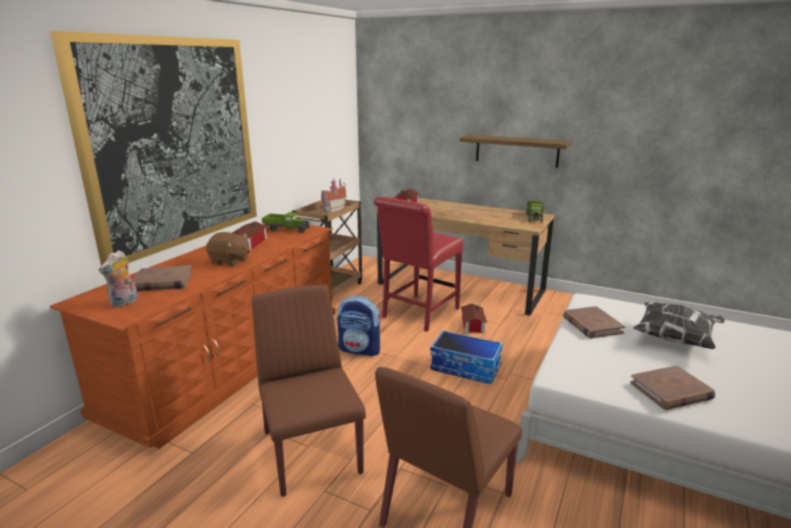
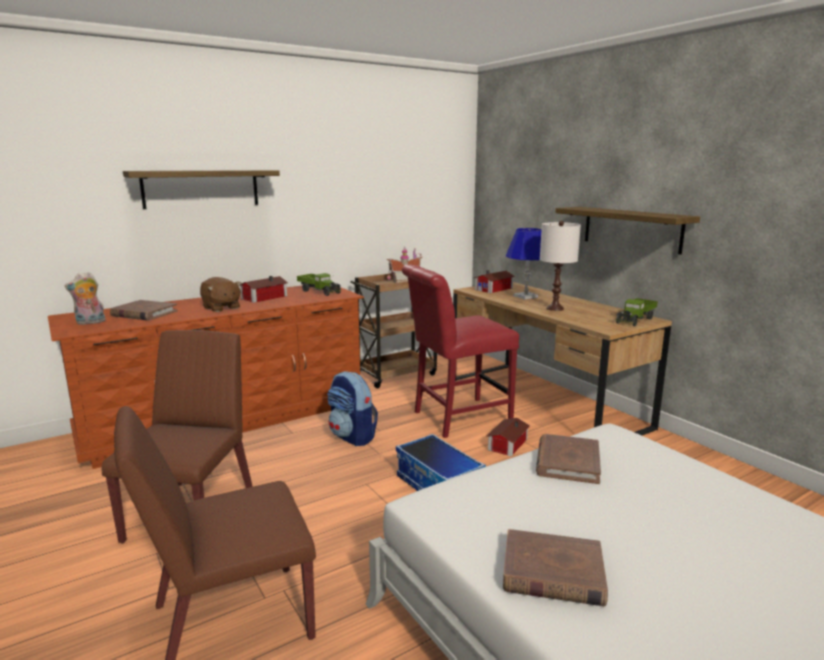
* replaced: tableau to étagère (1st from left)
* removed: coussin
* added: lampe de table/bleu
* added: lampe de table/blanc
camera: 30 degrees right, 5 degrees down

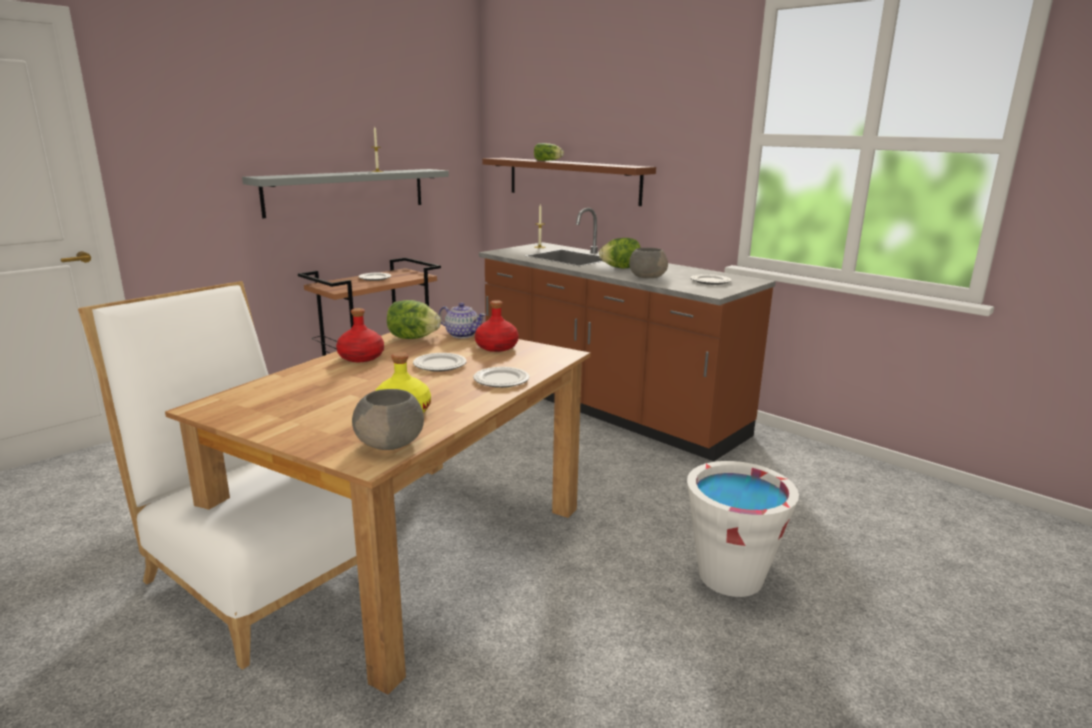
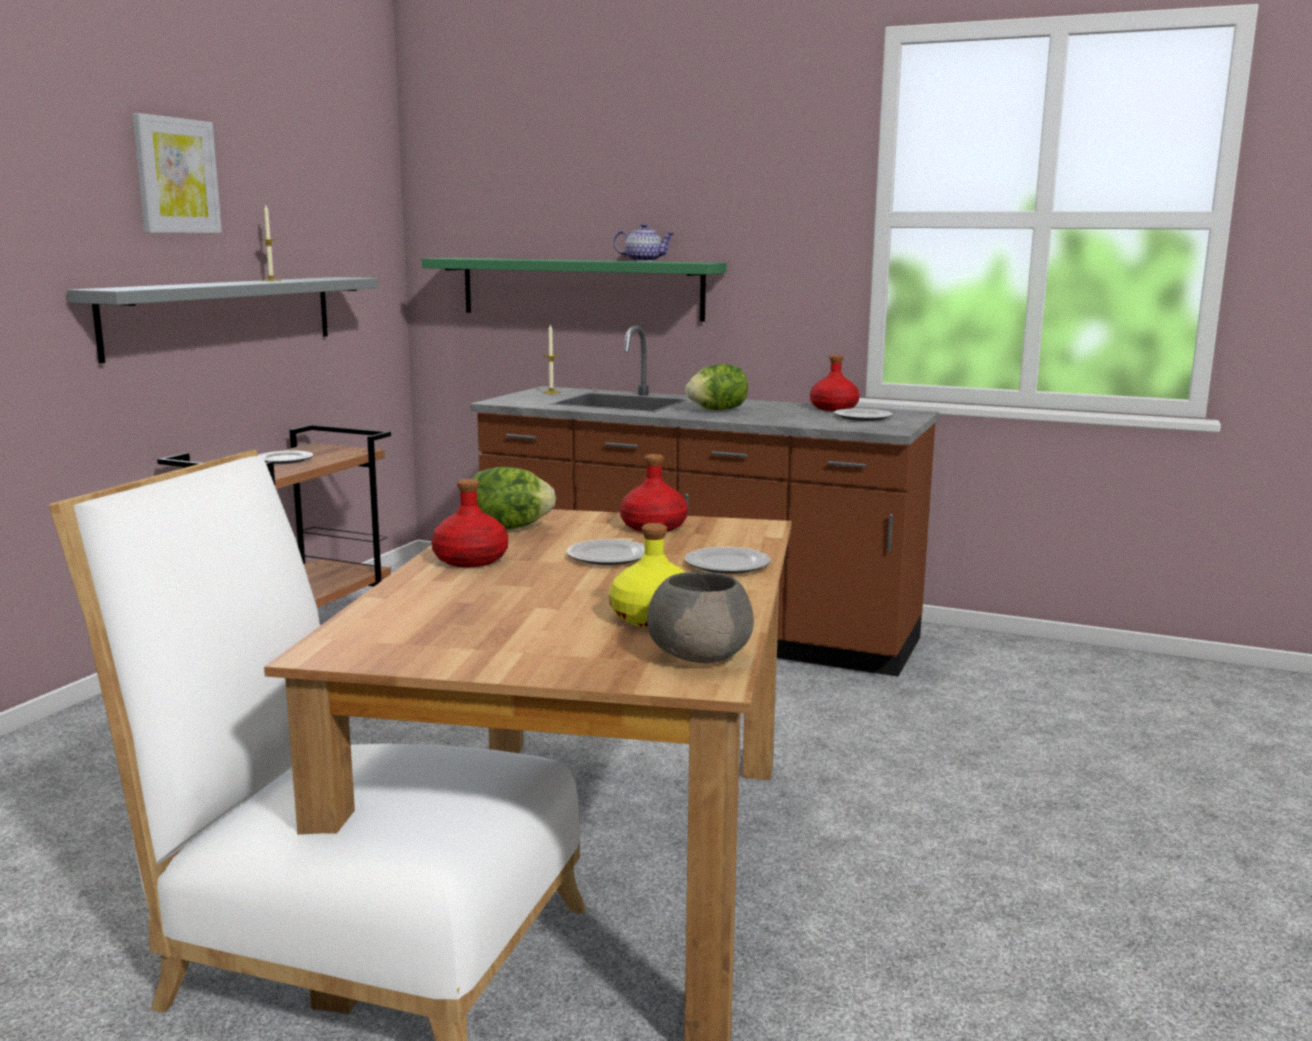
* moved: théière
* recoloured: étagère/marron to étagère/vert
* removed: laitue (2nd from left)
* removed: bol/gris (2nd from left)
* removed: seau/blanc
* added: tableau
* added: bouteille/rouge (3rd from left)
camera: 20 degrees left, 5 degrees down

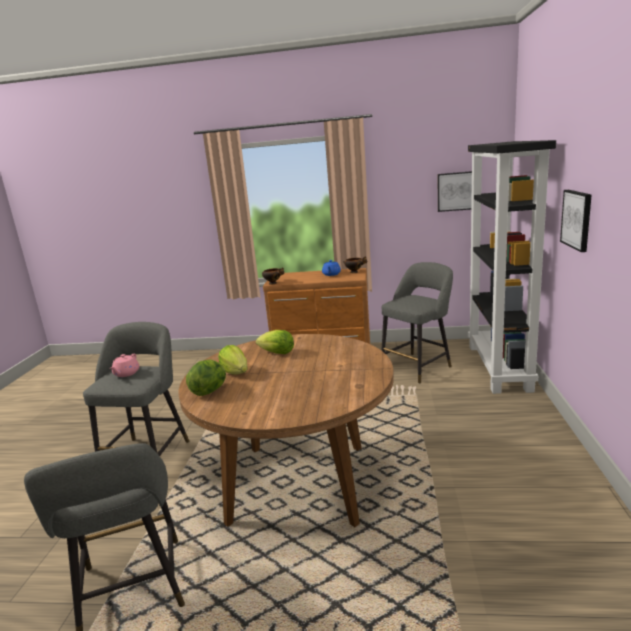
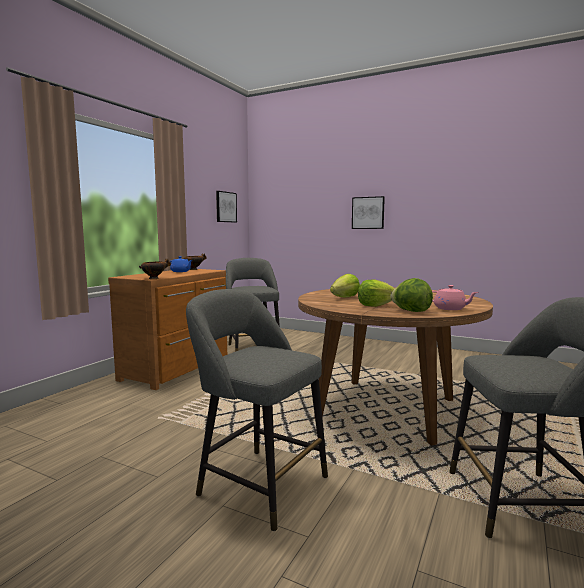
* moved: théière/rose
* removed: bibliothèque/noir
camera: 70 degrees left, 10 degrees down

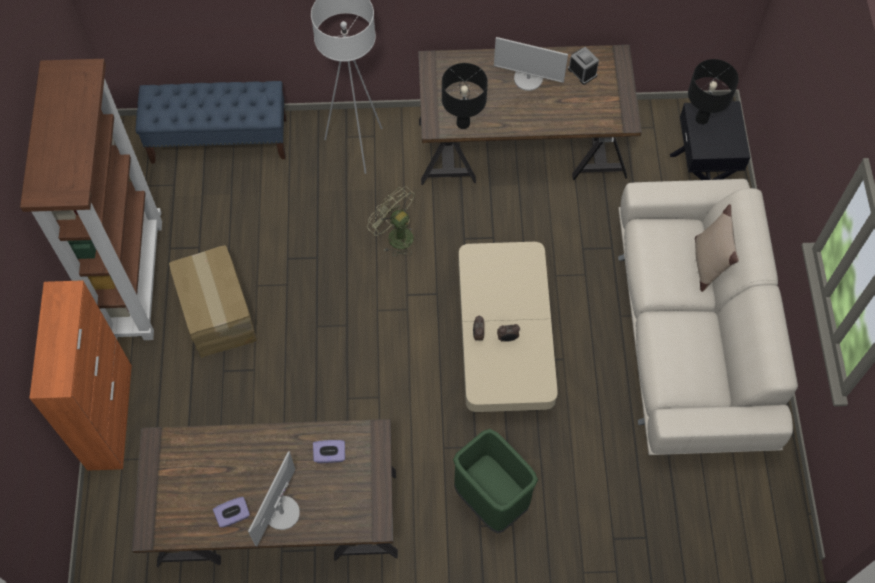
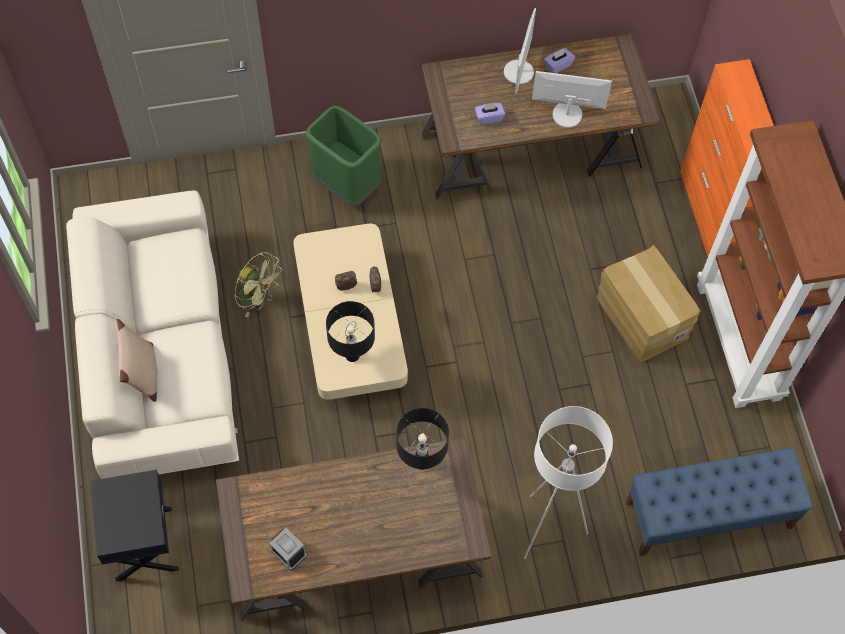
* moved: ventilateur/vert
* moved: écran d'ordinateur (2nd from left)
* moved: lampe de table/noir (2nd from left in the first image) to lampe de table/noir (1st from left)
camera: 170 degrees right, 0 degrees up

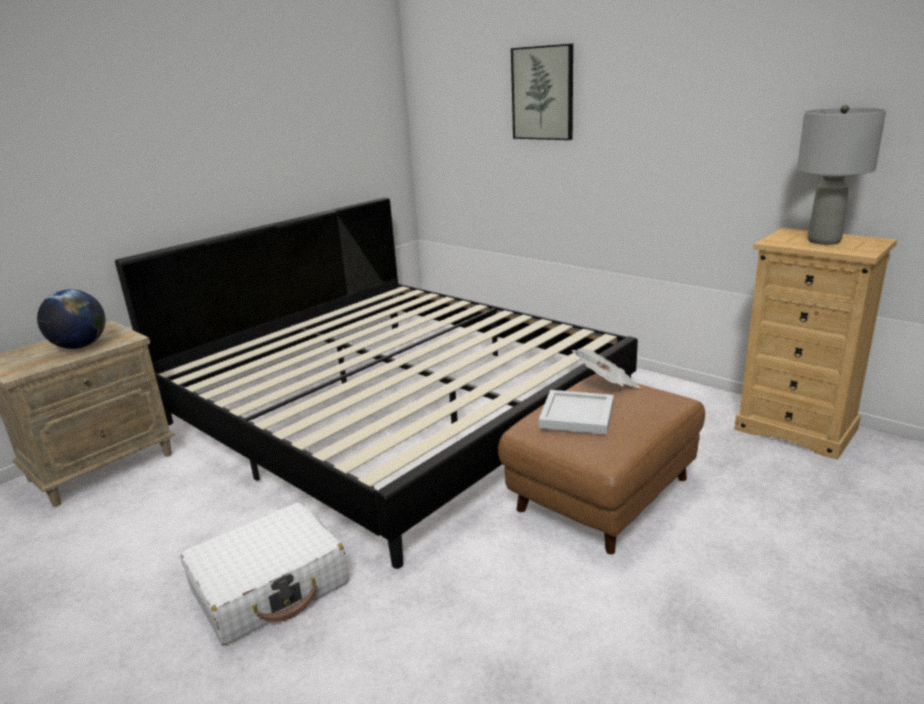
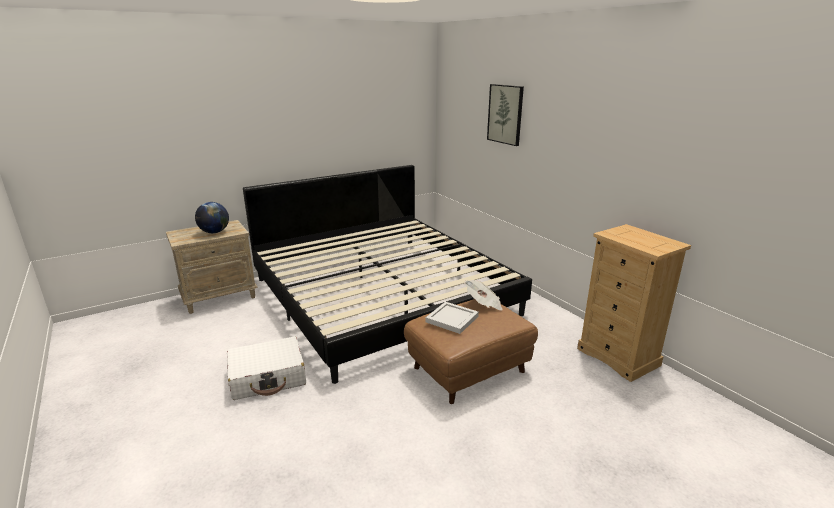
* removed: lampe de table/gris
camera: 15 degrees right, 0 degrees up

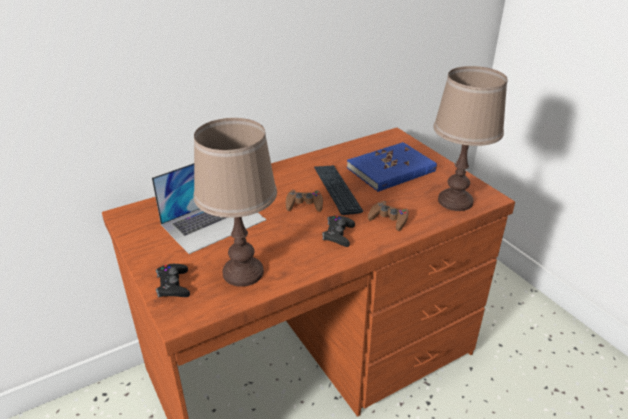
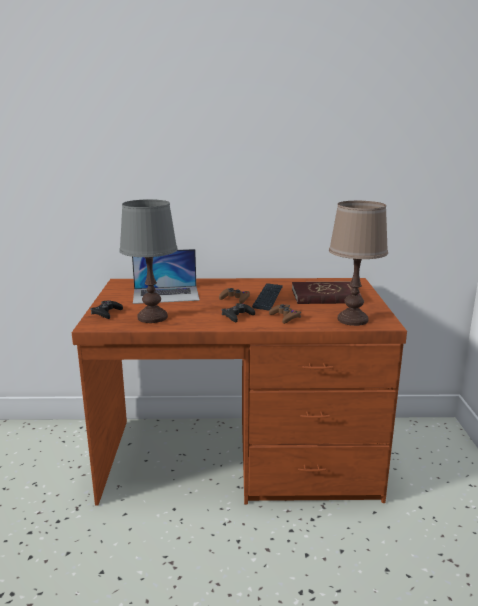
* recoloured: lampe de table/marron (1st from left) to lampe de table/gris
* recoloured: livre/bleu to livre/rouge
camera: 30 degrees right, 15 degrees down

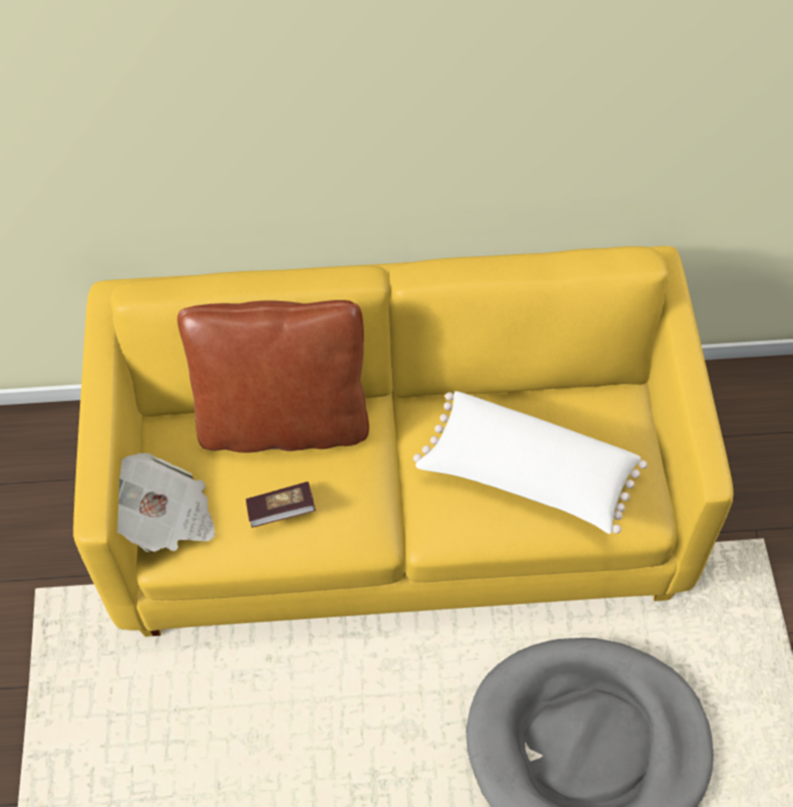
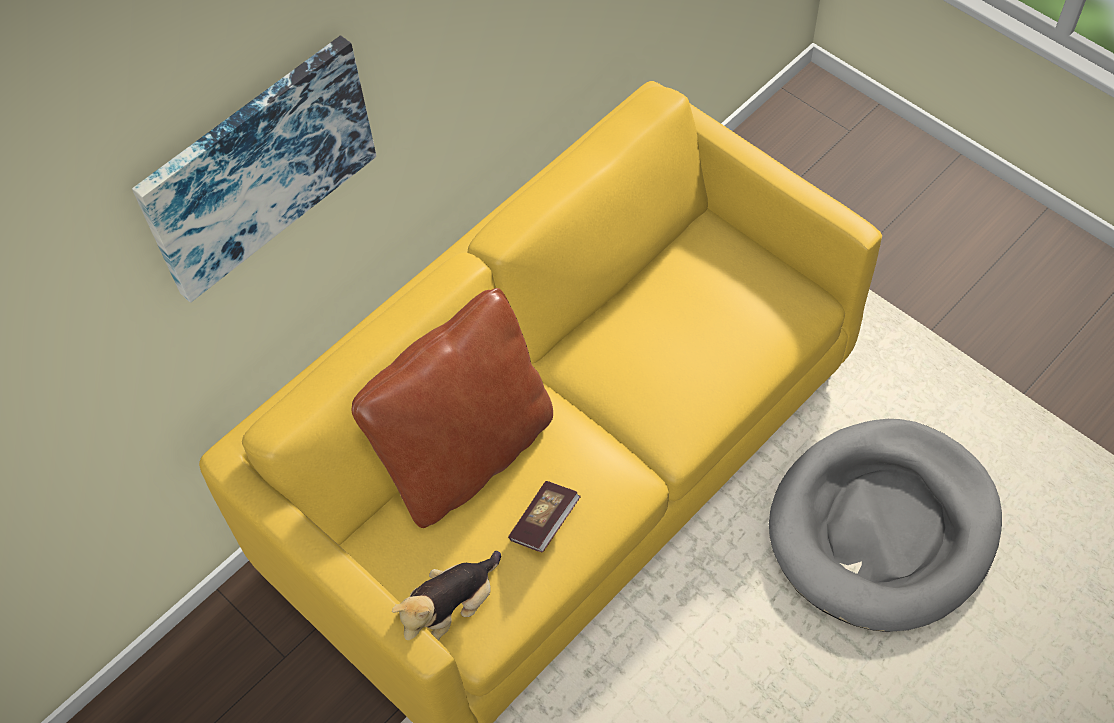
* replaced: journal to peluche
* removed: coussin/blanc
* added: tableau
camera: 40 degrees left, 0 degrees up

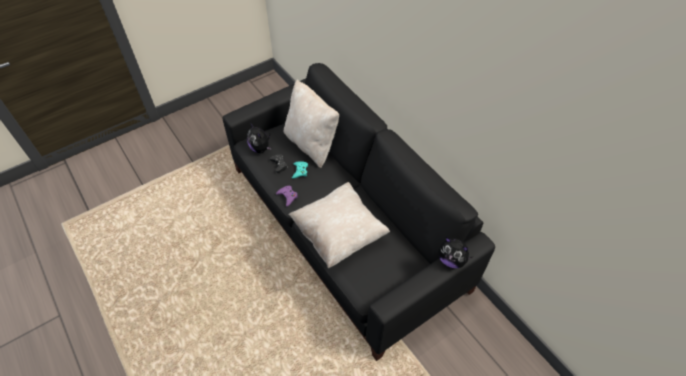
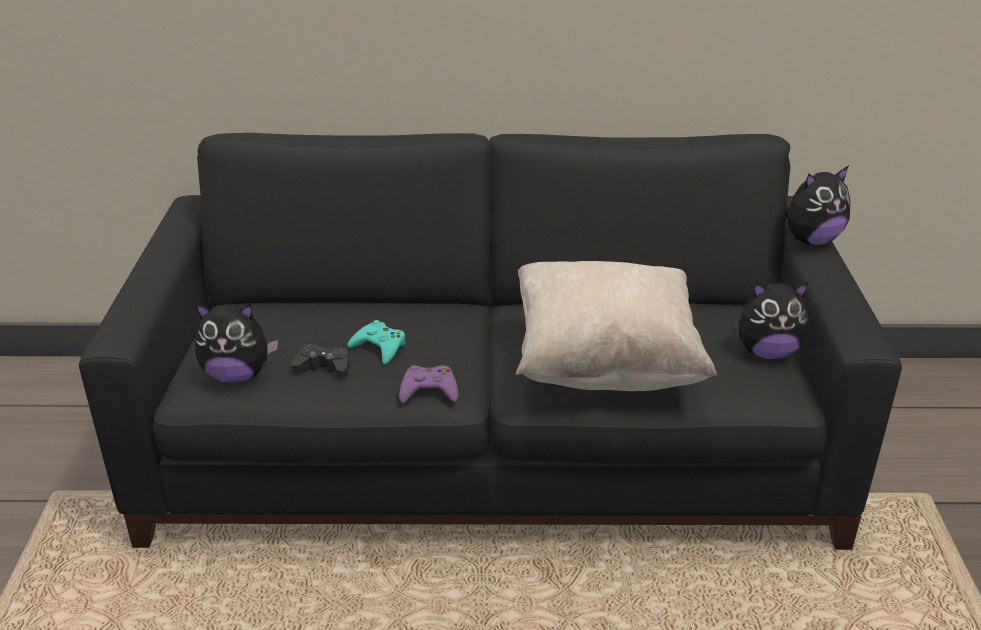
* removed: coussin/beige (1st from left)
* added: peluche (2nd from left)
camera: 55 degrees left, 20 degrees down

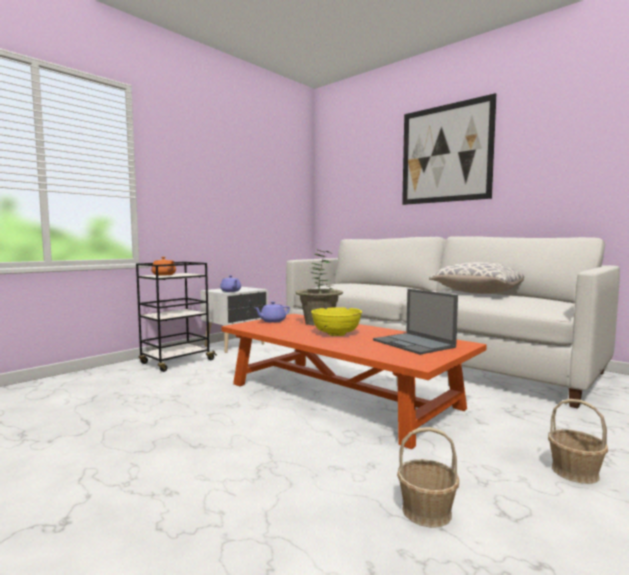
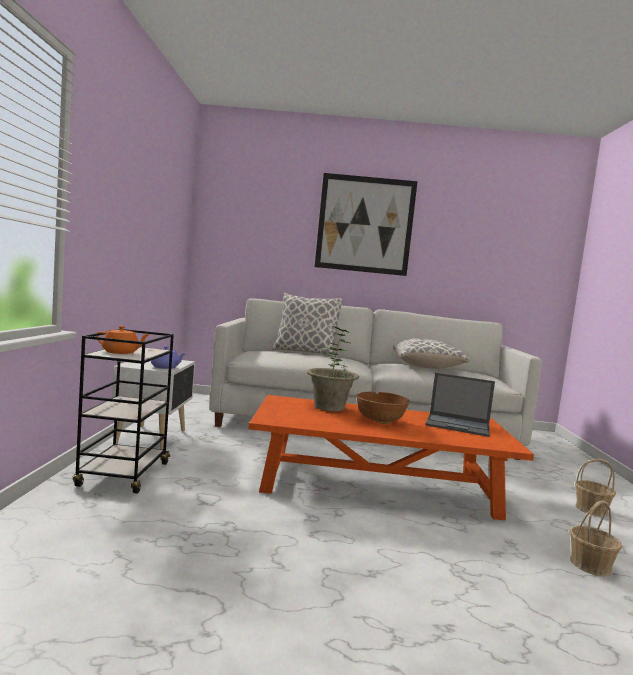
* removed: théière/violet (2nd from left)
* recoloured: bol/jaune to bol/marron
* added: coussin (1st from left)
camera: 40 degrees left, 0 degrees up

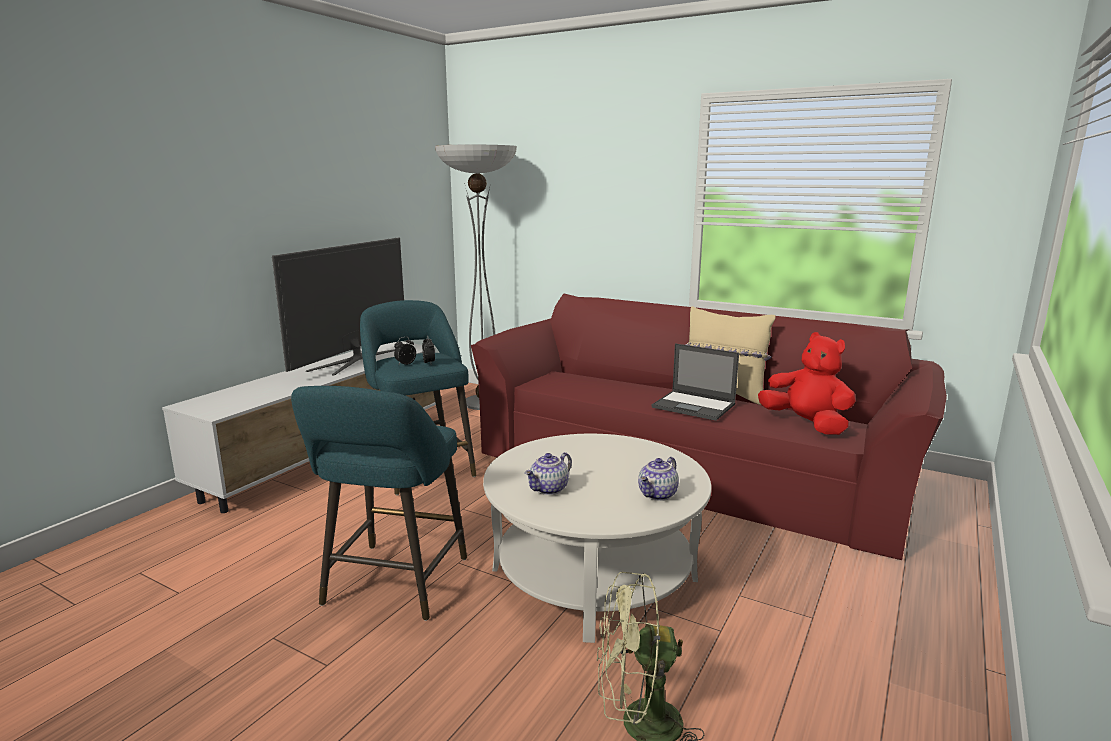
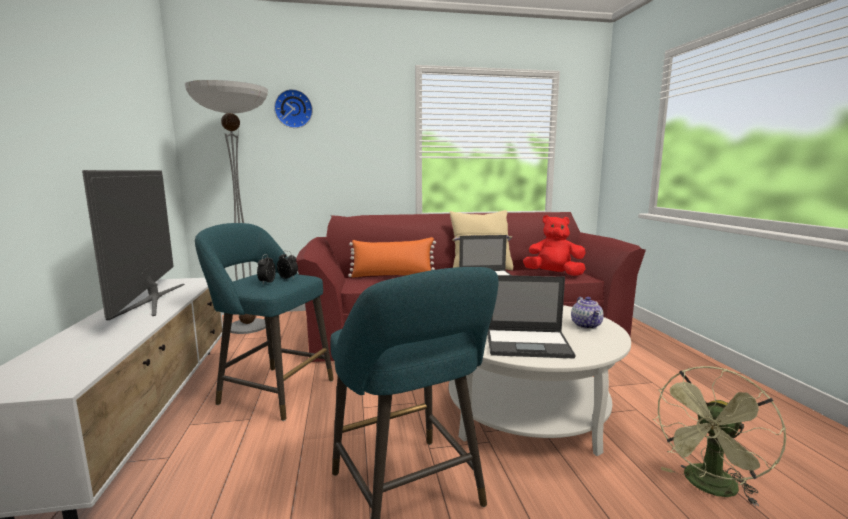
* replaced: théière (1st from left) to ordinateur portable (2nd from left)
* added: horloge murale
* added: coussin/orange
camera: 40 degrees left, 5 degrees down

